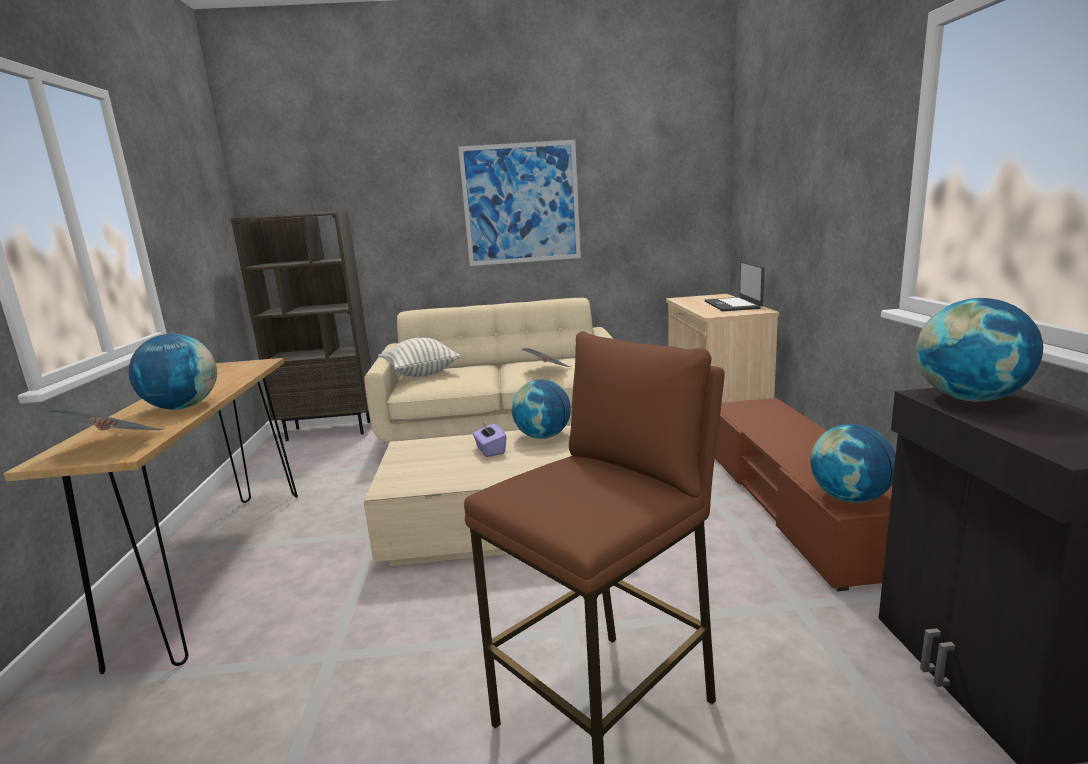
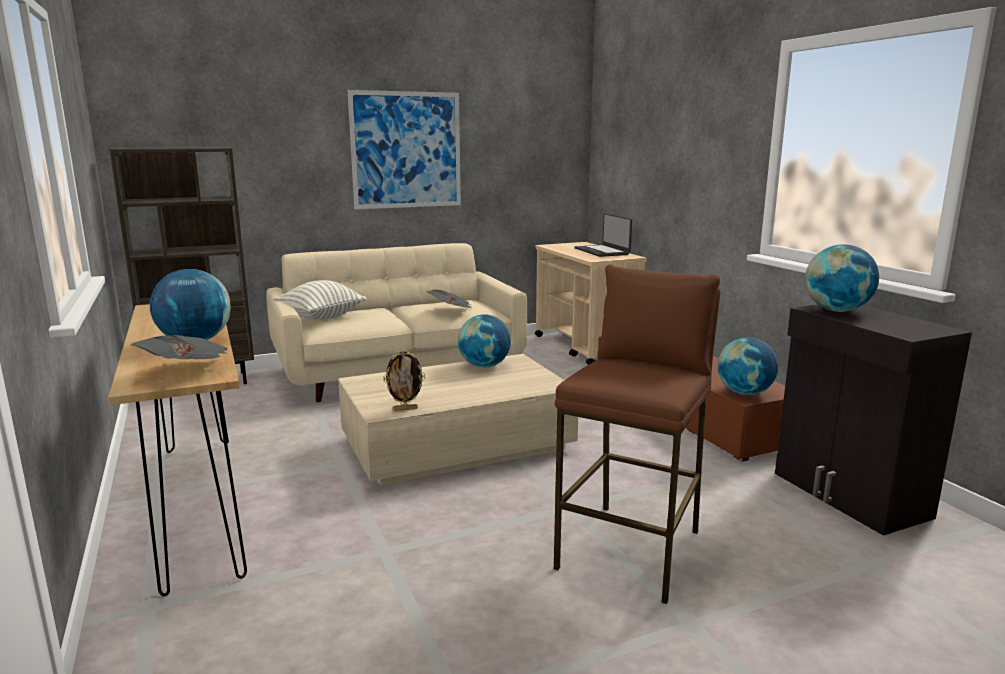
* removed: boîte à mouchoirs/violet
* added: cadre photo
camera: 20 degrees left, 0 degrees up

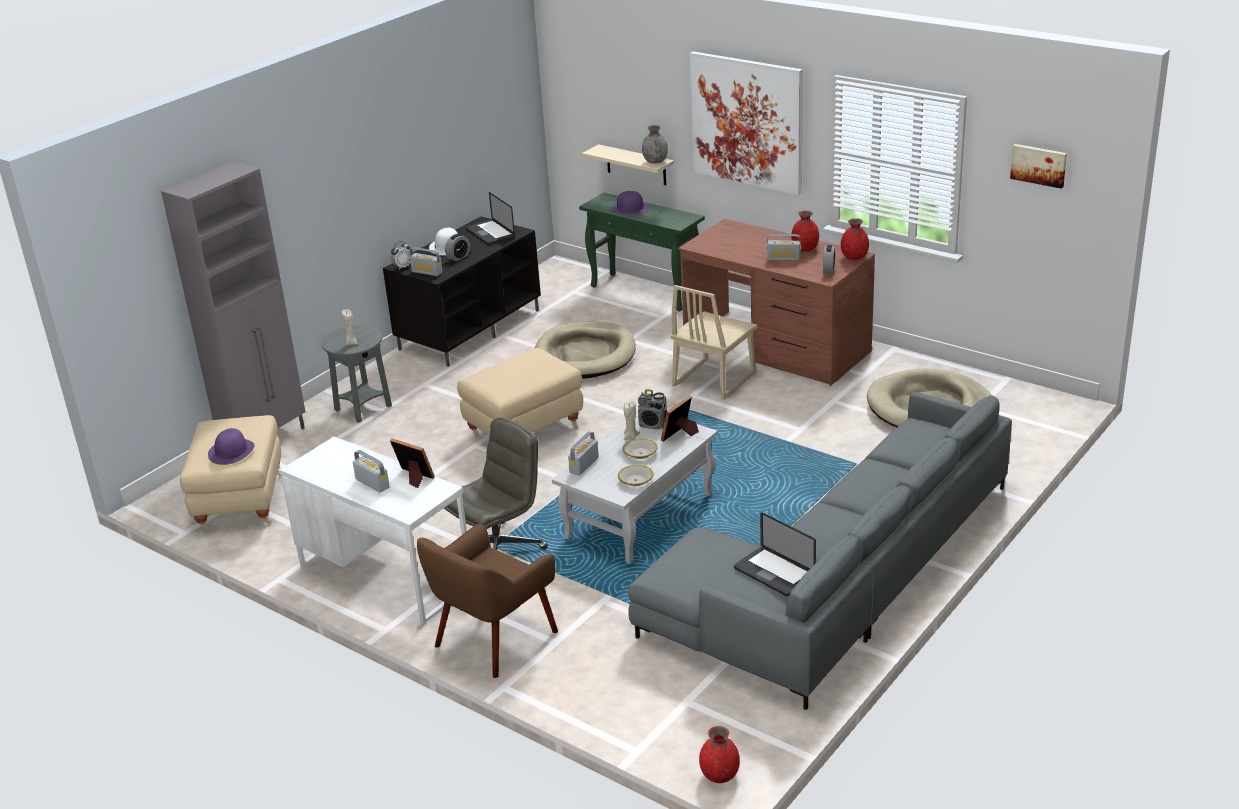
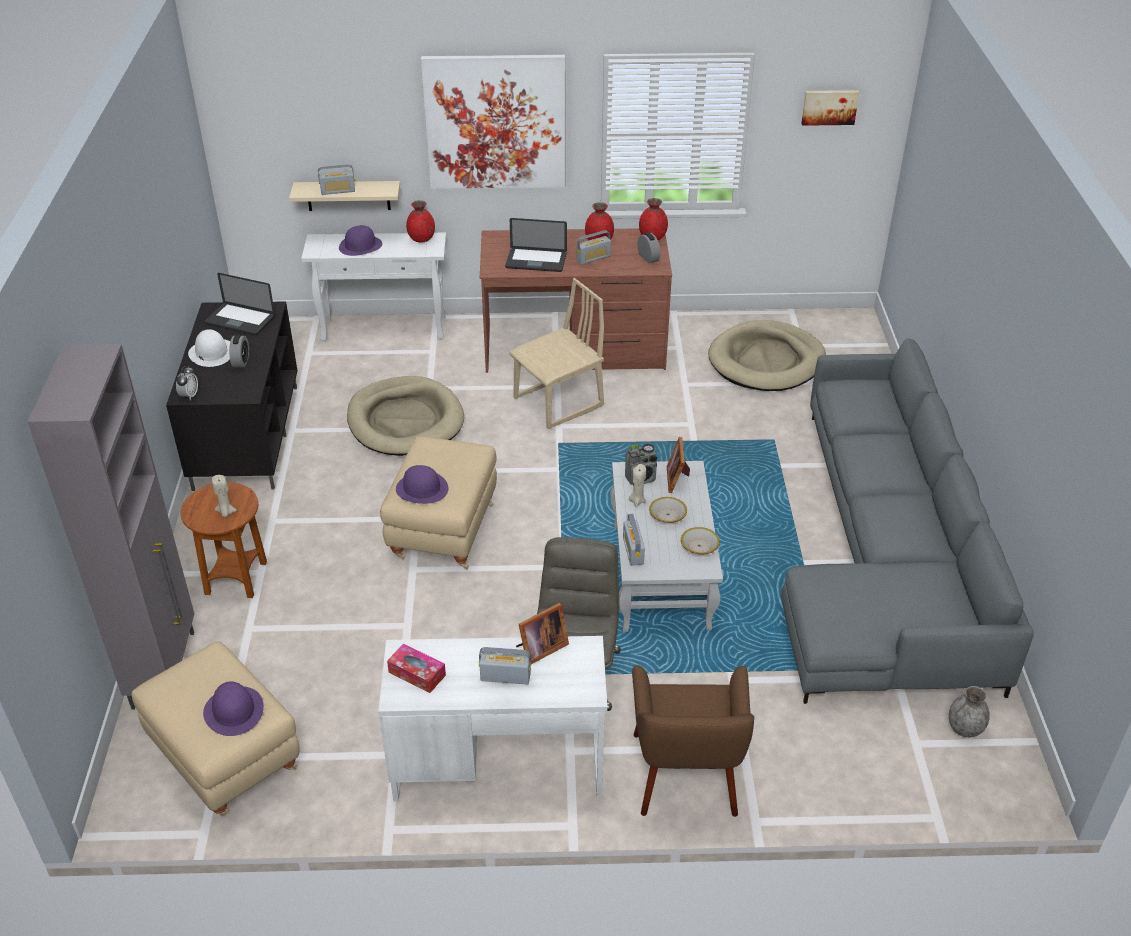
* recoloured: table d'appoint/gris to table d'appoint/marron
* turned: cadre photo (1st from left) 150 degrees clockwise
* moved: radio (2nd from left in the first image) to radio (1st from left)
* recoloured: table console/vert to table console/blanc
* moved: vase/gris
* turned: chaise/beige 120 degrees counterclockwise
* moved: vase/rouge (1st from left)
* moved: ordinateur portable (2nd from left)
* added: boîte à mouchoirs
* added: chapeau/violet (3rd from left)
camera: 40 degrees left, 10 degrees up

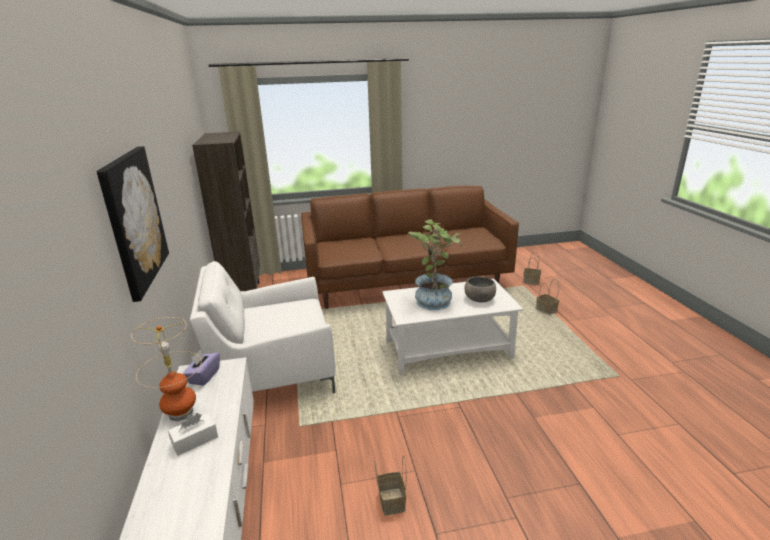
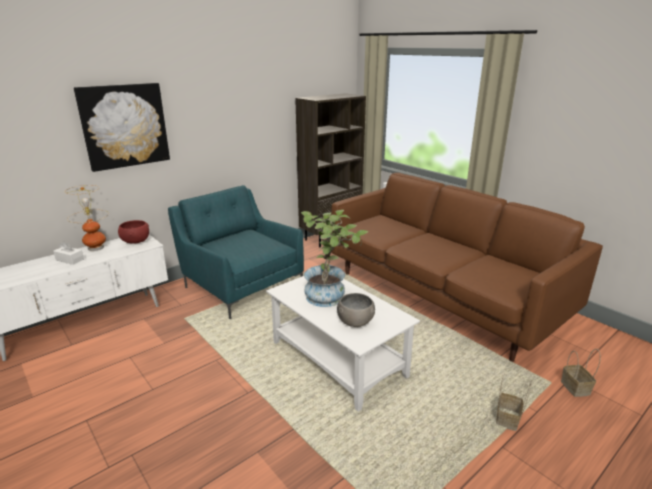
* replaced: boîte à mouchoirs/violet to bol/rouge
* recoloured: fauteuil/blanc to fauteuil/turquoise
* removed: panier (1st from left)
camera: 60 degrees right, 0 degrees up

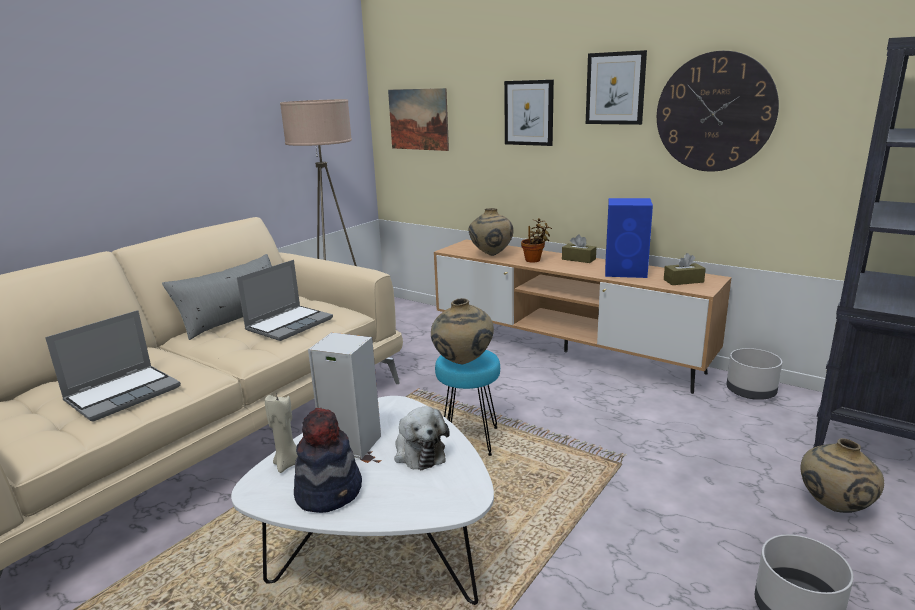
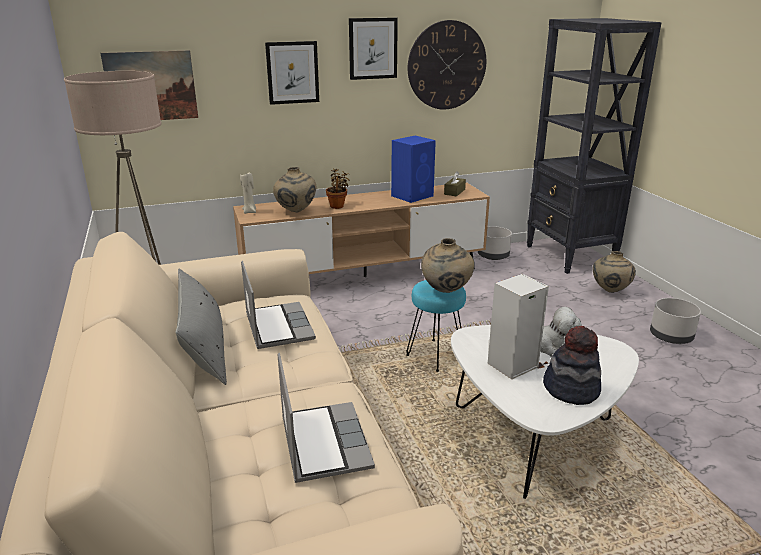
* moved: bougie/beige
* removed: boîte à mouchoirs/marron (1st from left)
camera: 55 degrees left, 5 degrees up

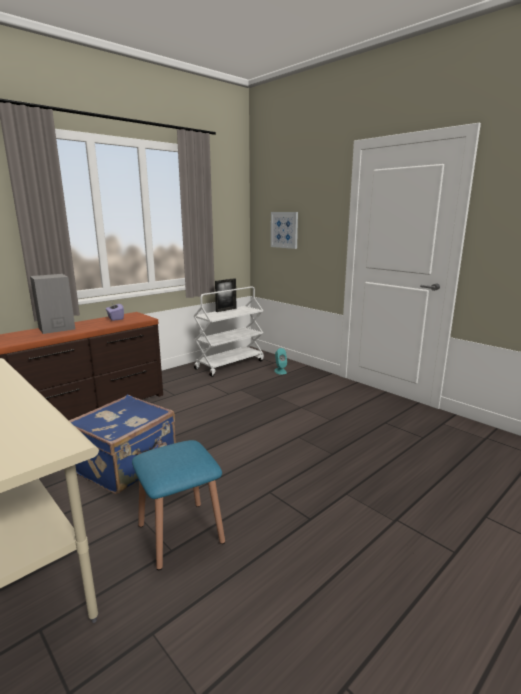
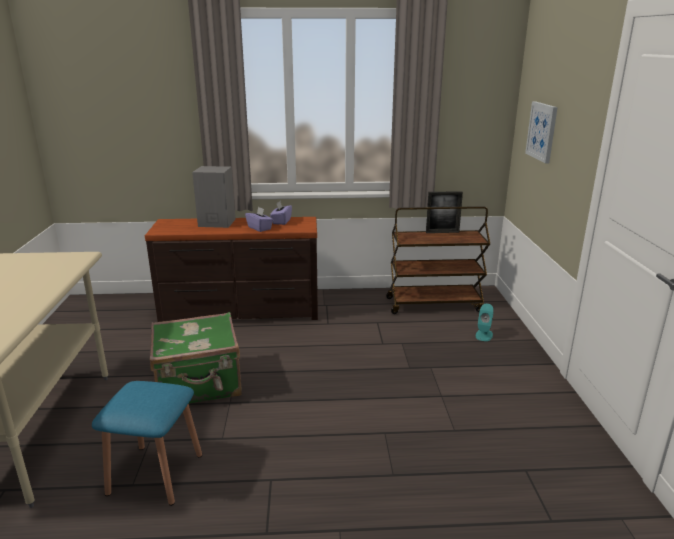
* recoloured: valise/bleu to valise/vert
* recoloured: chariot/blanc to chariot/marron
* added: boîte à mouchoirs/violet (1st from left)
camera: 40 degrees right, 5 degrees up

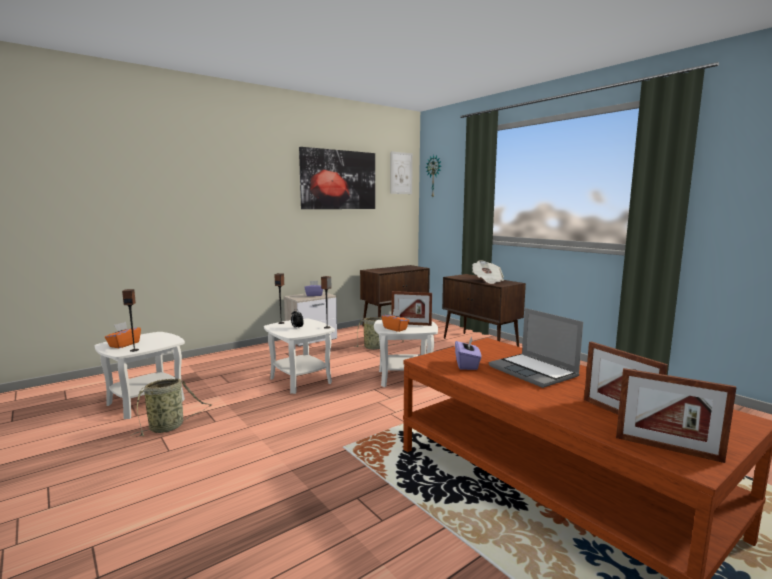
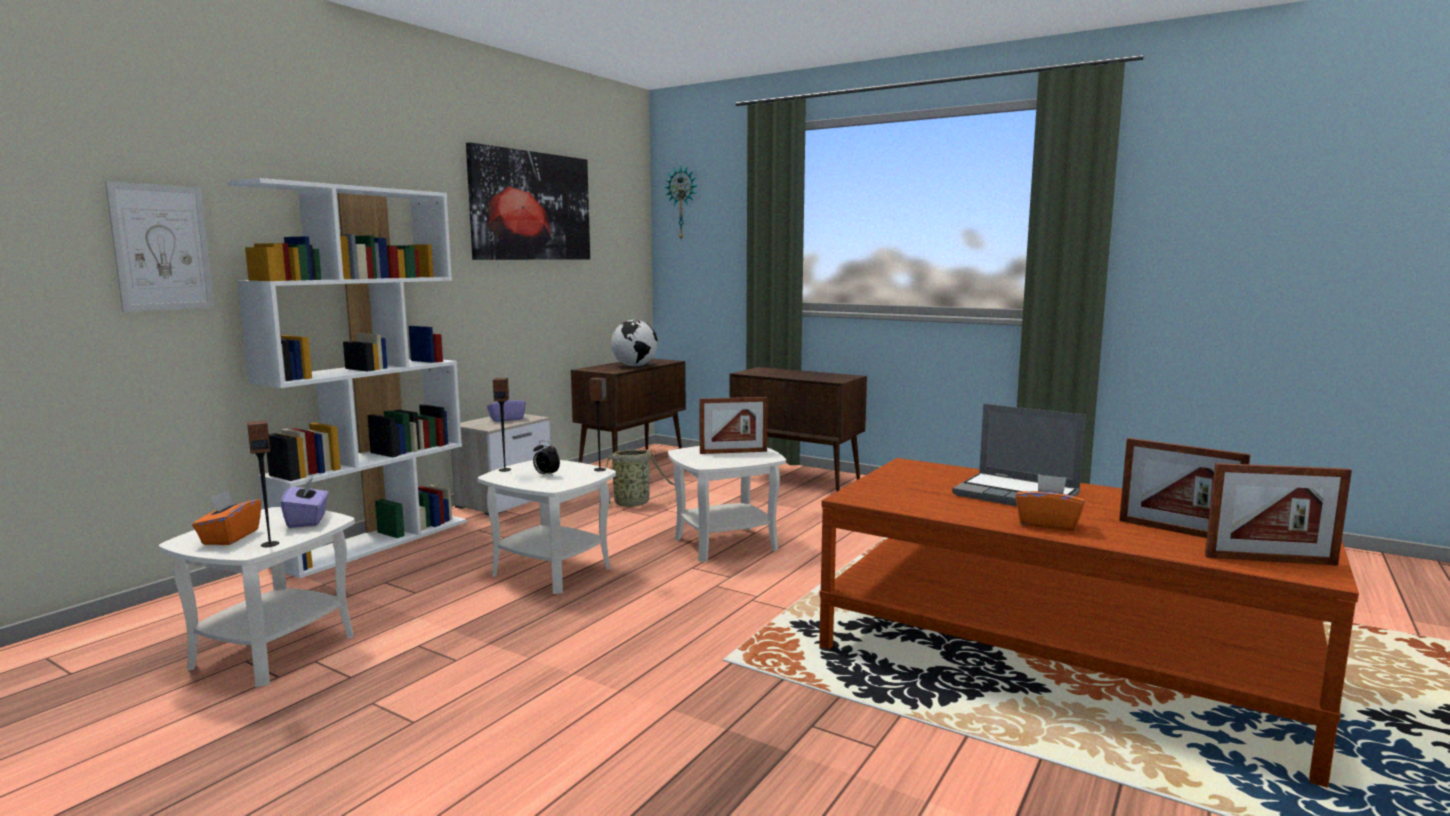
* removed: panier (1st from left)
* moved: boîte à mouchoirs/orange (2nd from left)
* moved: tableau (2nd from left in the first image) to tableau (1st from left)
* moved: boîte à mouchoirs/violet (2nd from left in the first image) to boîte à mouchoirs/violet (1st from left)
* removed: journal
* added: bibliothèque/blanc
* added: globe
camera: 20 degrees left, 0 degrees up

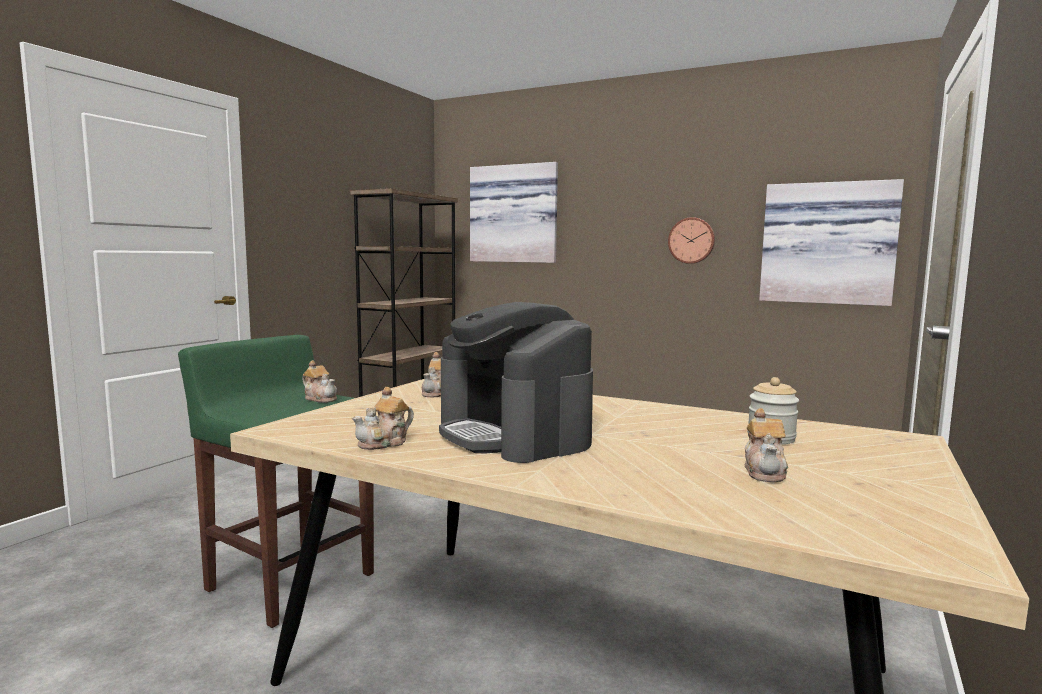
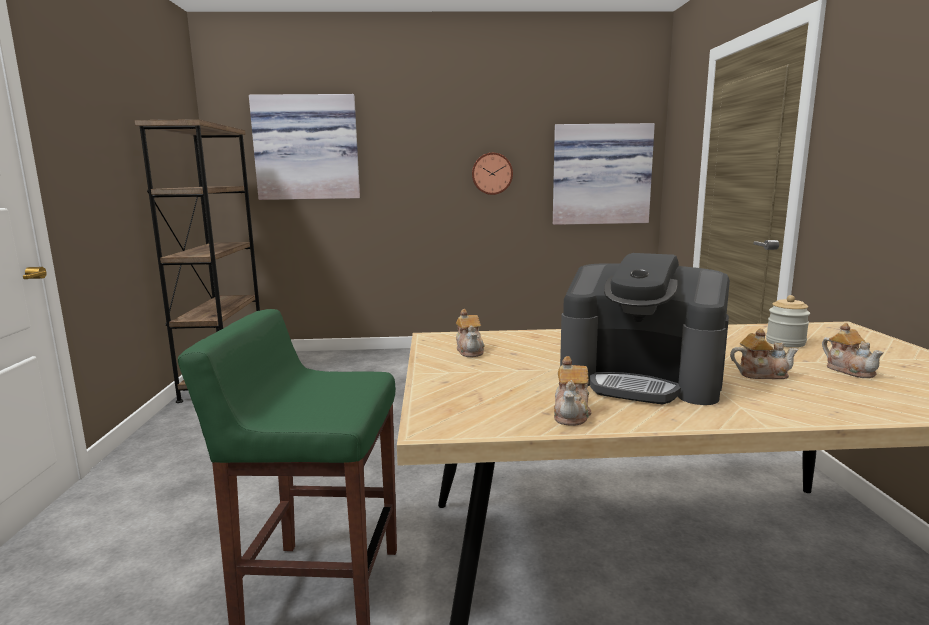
* moved: théière (1st from left in the first image) to théière (3rd from left)
camera: 30 degrees left, 5 degrees up

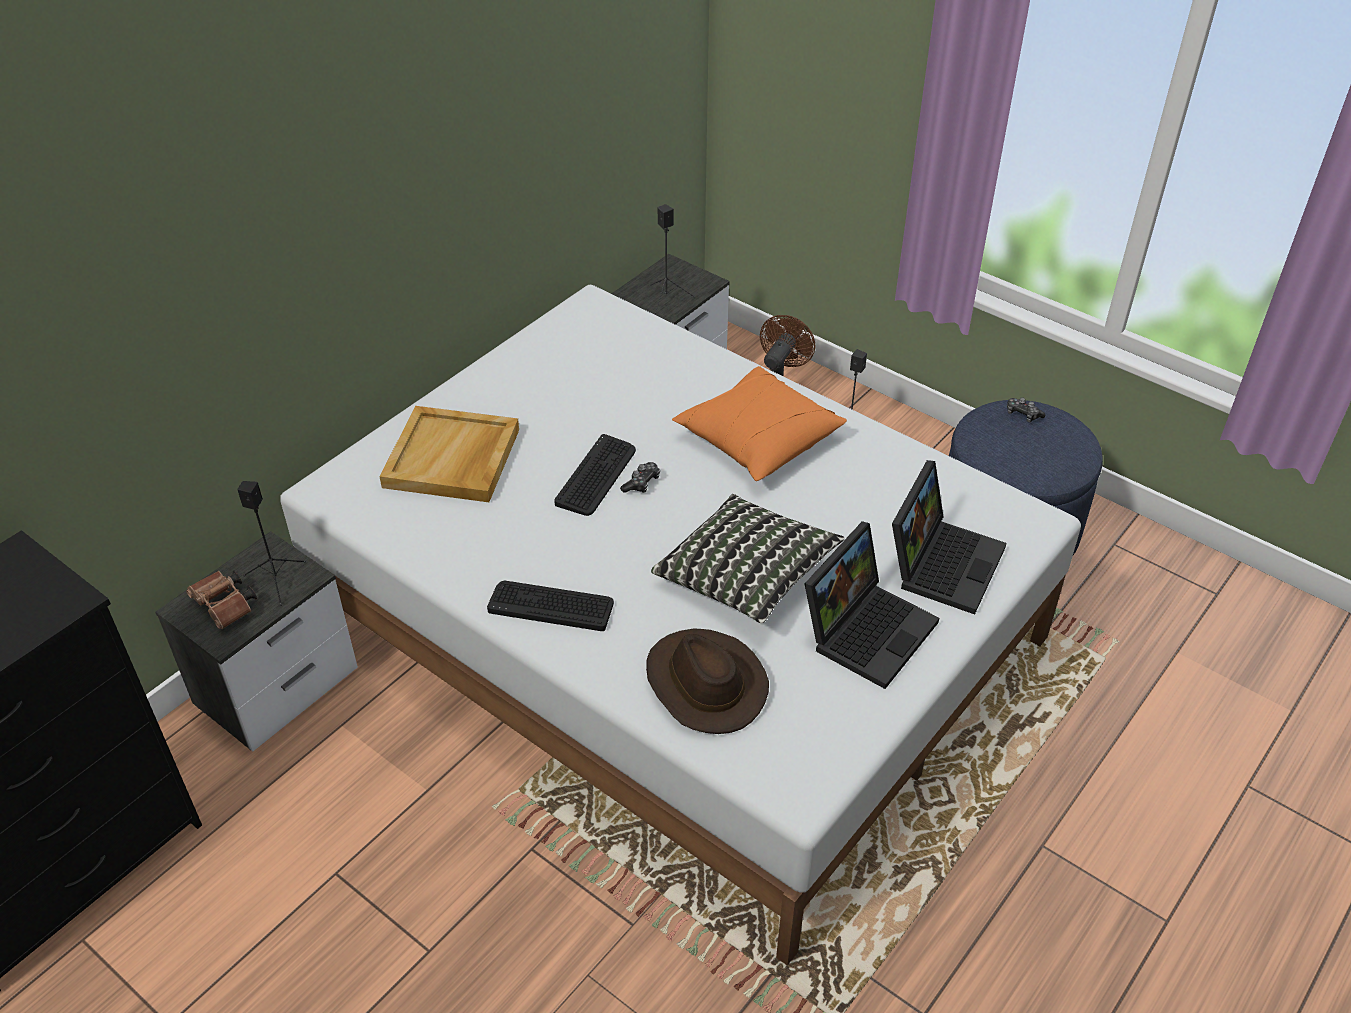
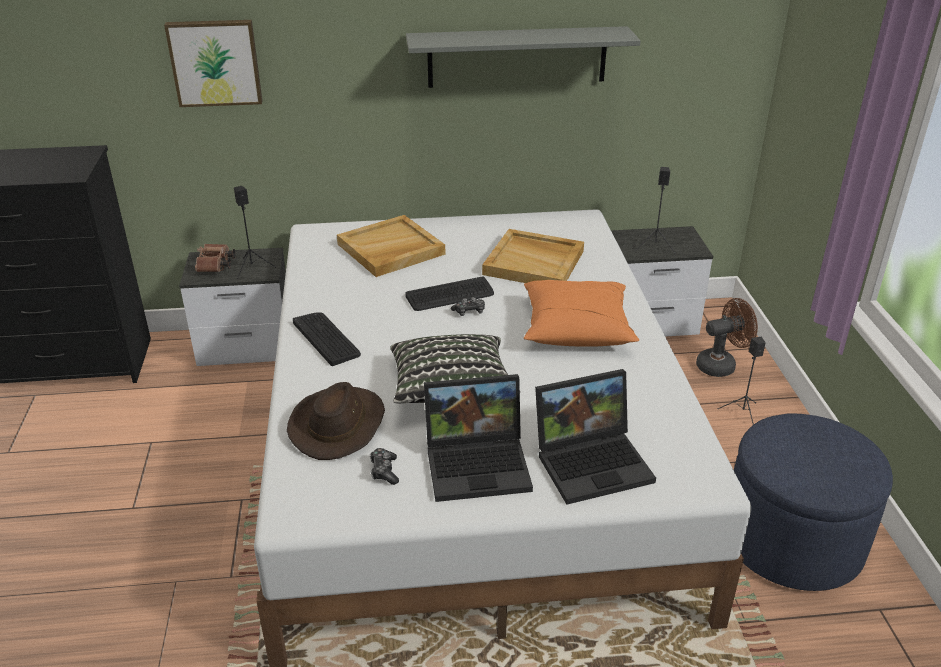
* moved: manette (2nd from left in the first image) to manette (1st from left)
* added: tableau
* added: étagère/gris
* added: plateau/beige (2nd from left)
camera: 45 degrees right, 10 degrees down

